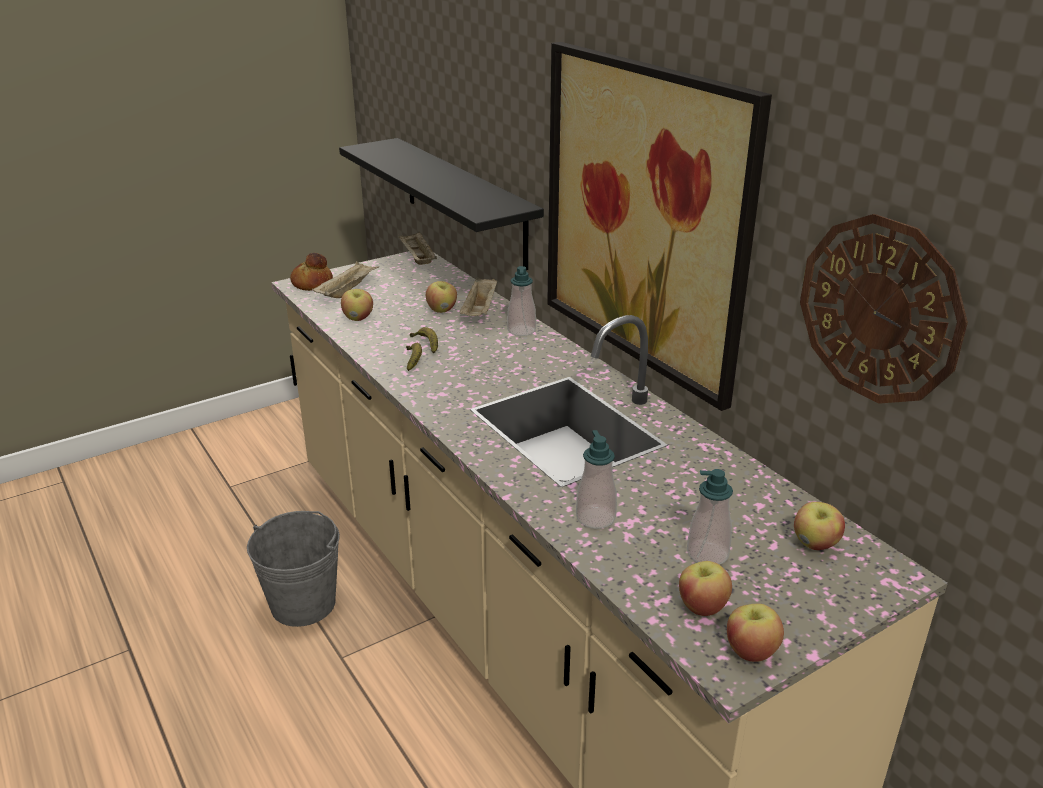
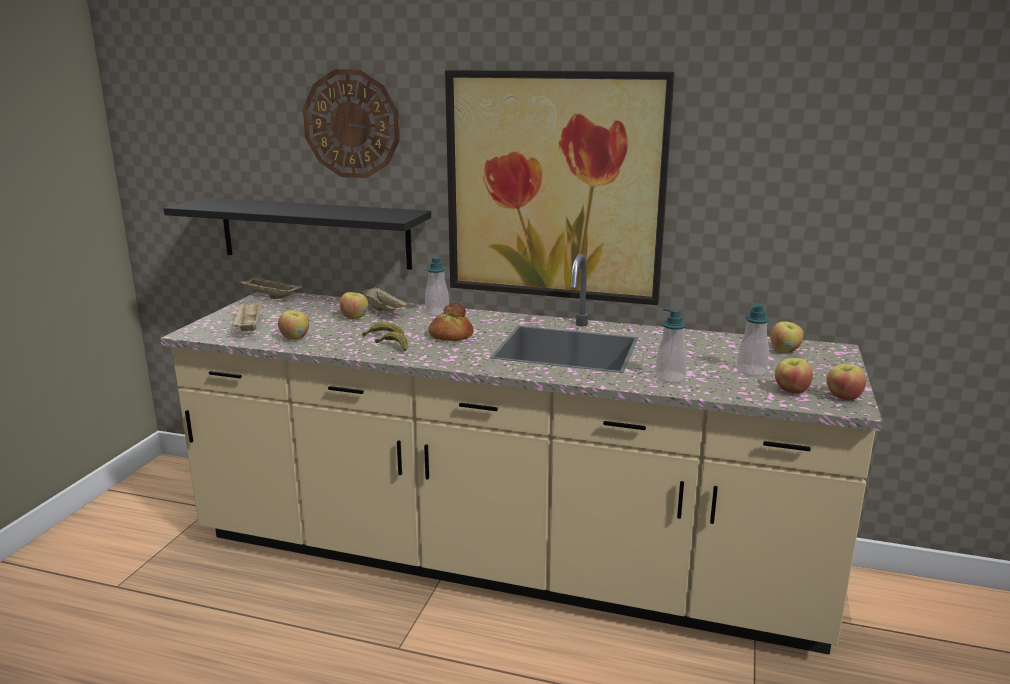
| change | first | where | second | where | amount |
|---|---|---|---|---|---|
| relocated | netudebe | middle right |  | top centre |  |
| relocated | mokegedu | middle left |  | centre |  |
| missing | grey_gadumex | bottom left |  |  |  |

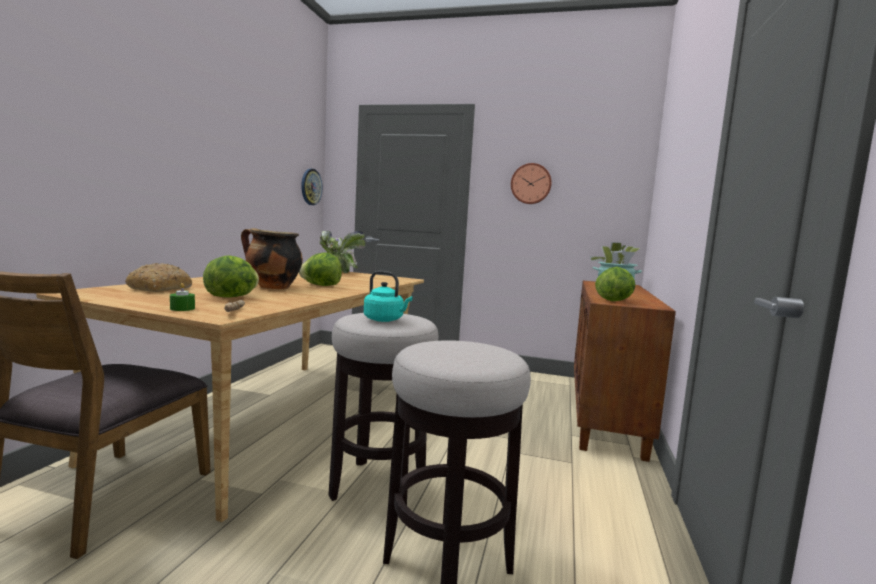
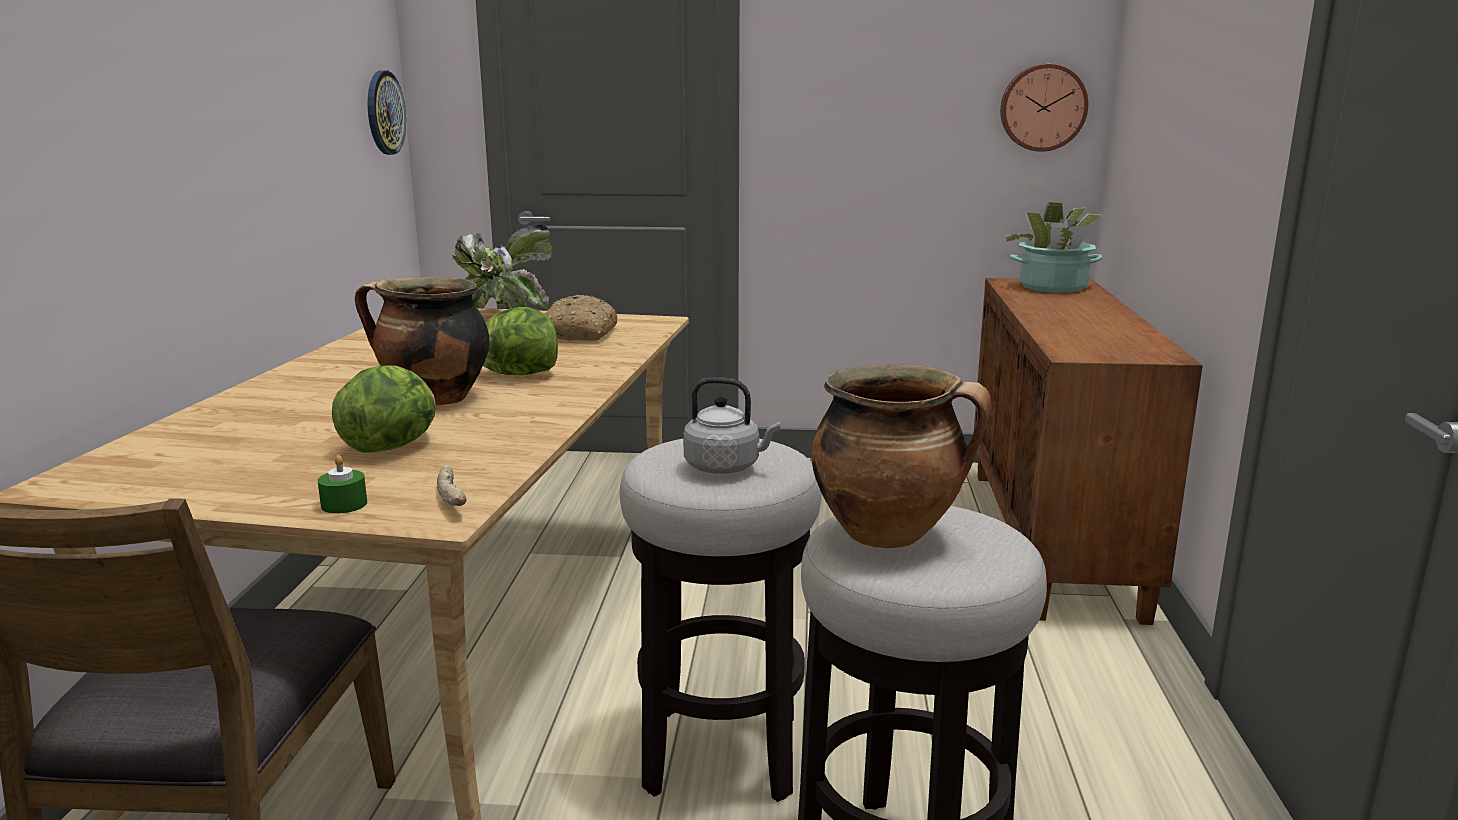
| change | first | where | second | where | amount |
|---|---|---|---|---|---|
| relocated | mokegedu (no. 1 from left in the first image) | middle left | mokegedu (no. 2 from left) | centre |  |
| colour | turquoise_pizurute | centre | grey_pizurute | centre |  |
| appeared |  |  | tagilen (no. 2 from left) | centre |  |
| relocated | netudebe (no. 2 from left) | top centre |  | top right |  |
| missing | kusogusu (no. 3 from left) | middle right |  |  |  |

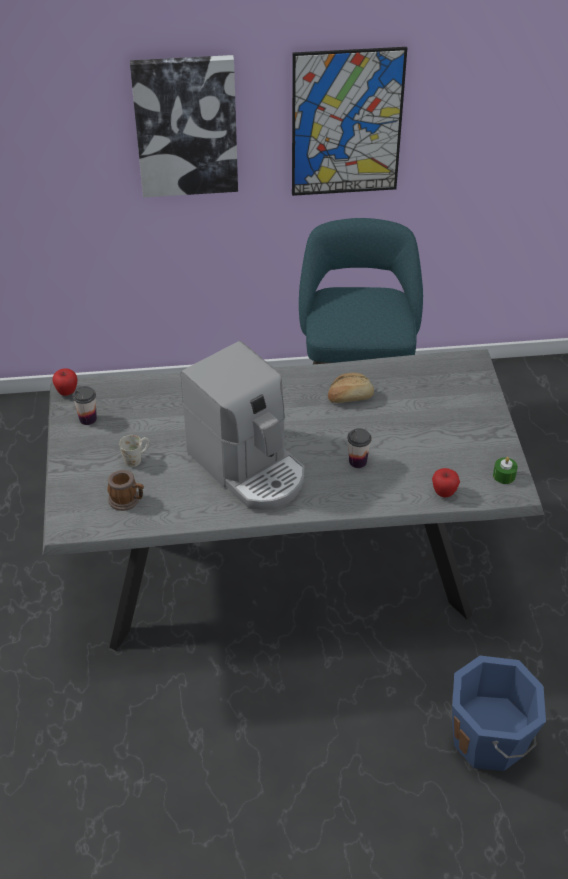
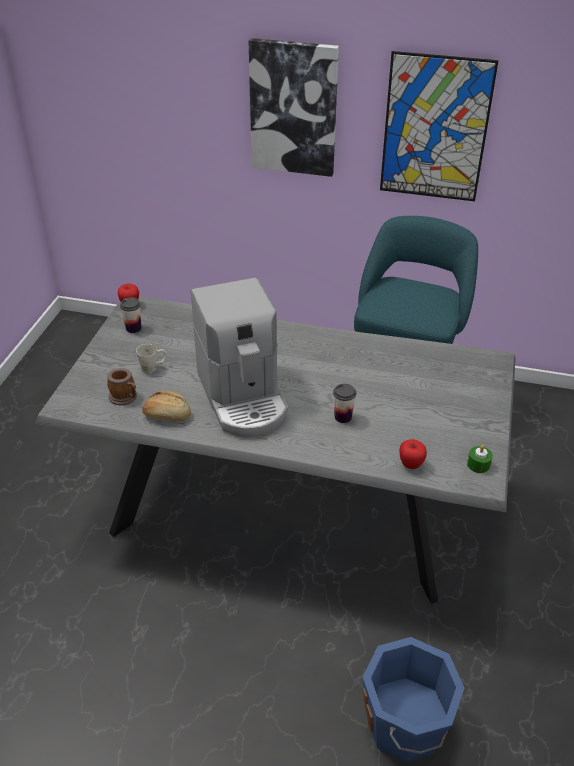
| change | first | where | second | where | amount |
|---|---|---|---|---|---|
| relocated | mokegedu | centre |  | middle left |  |

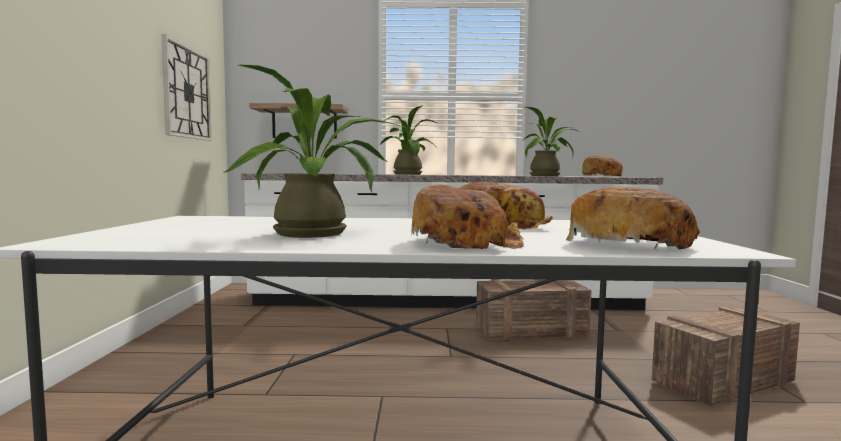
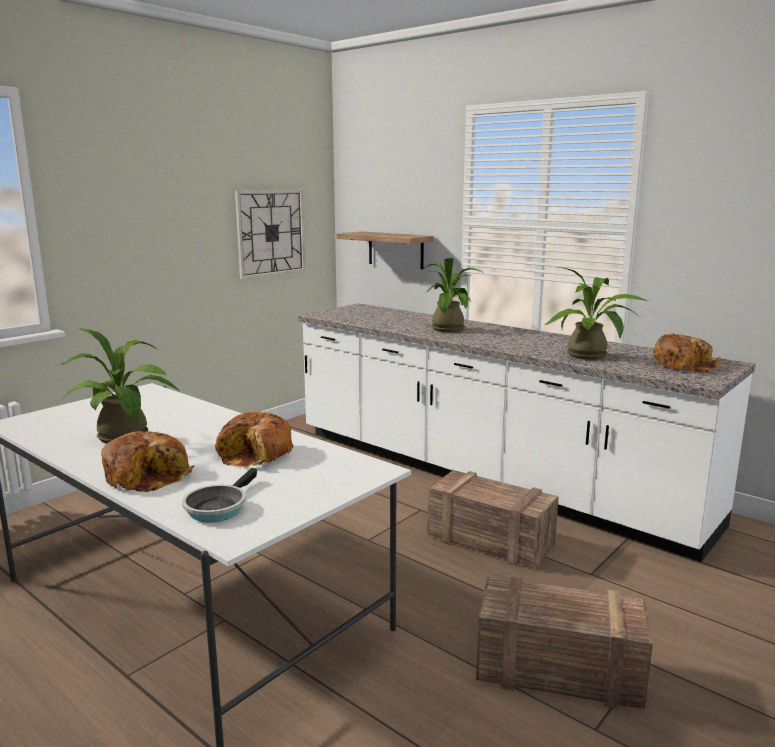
| change | first | where | second | where | amount |
|---|---|---|---|---|---|
| exchanged | mokegedu (no. 4 from left) | middle right | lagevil | middle left |  |

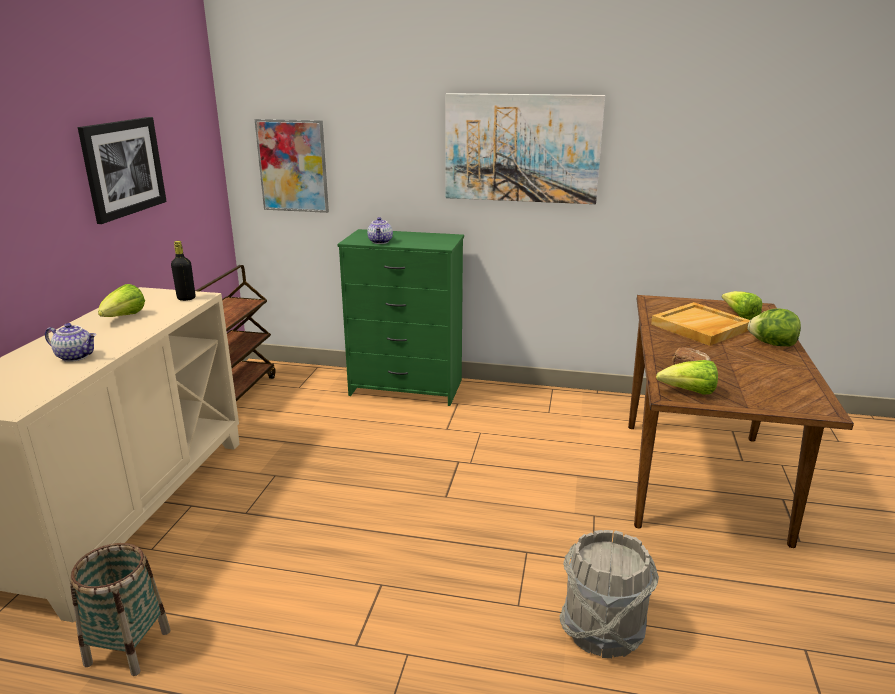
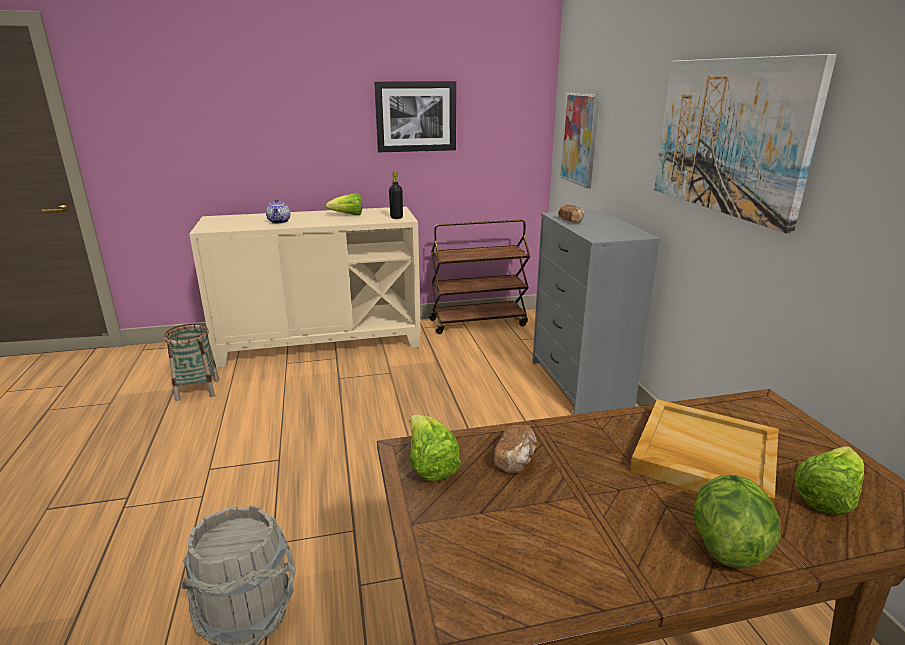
| change | first | where | second | where | amount |
|---|---|---|---|---|---|
| colour | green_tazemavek | centre | grey_tazemavek | centre |  |
| exchanged | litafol (no. 2 from left) | top centre | mokegedu (no. 2 from left) | top centre |  |

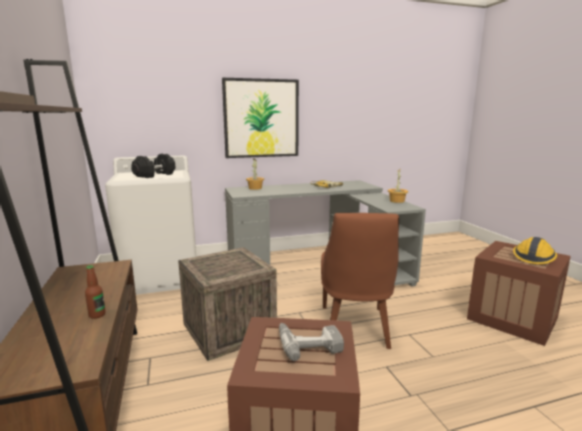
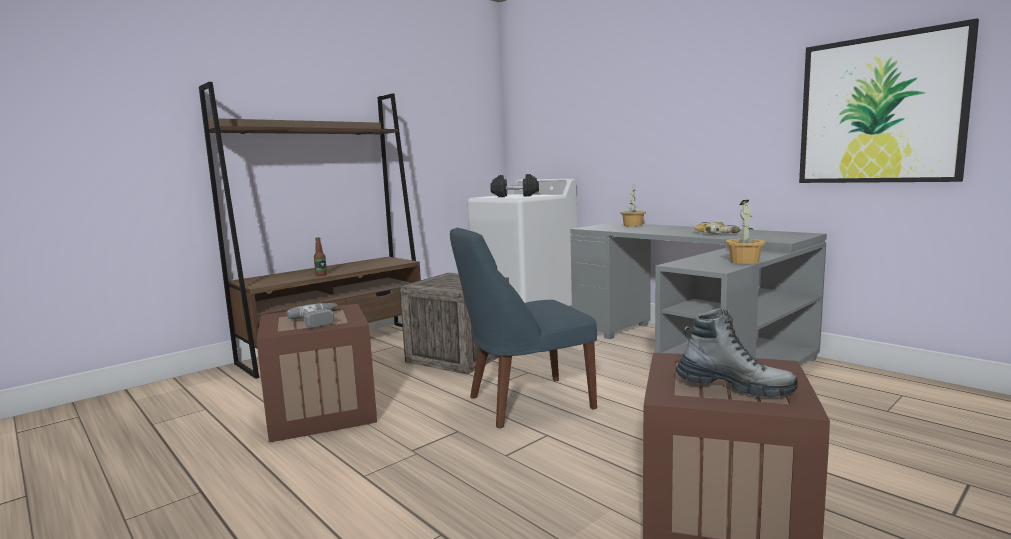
| change | first | where | second | where | amount |
|---|---|---|---|---|---|
| colour | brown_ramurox | centre | blue_ramurox | centre |  |
| exchanged | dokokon | middle right | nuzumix | middle right |  |
| relocated | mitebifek | top centre |  | top right |  |

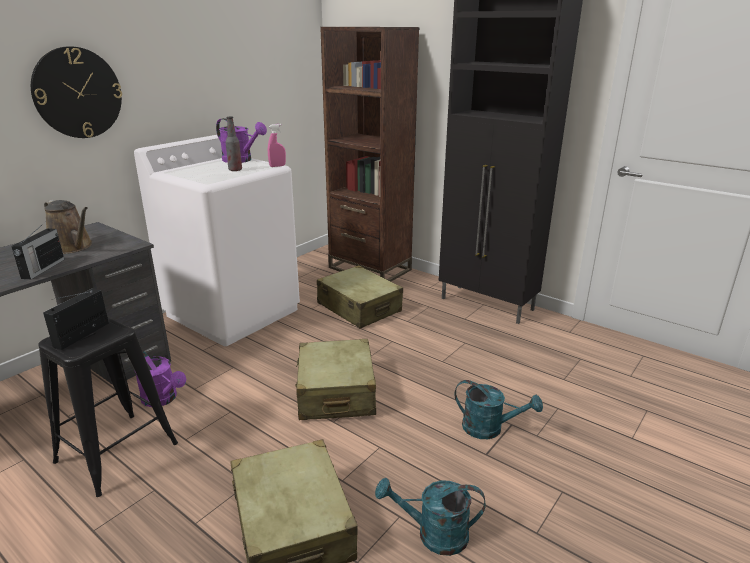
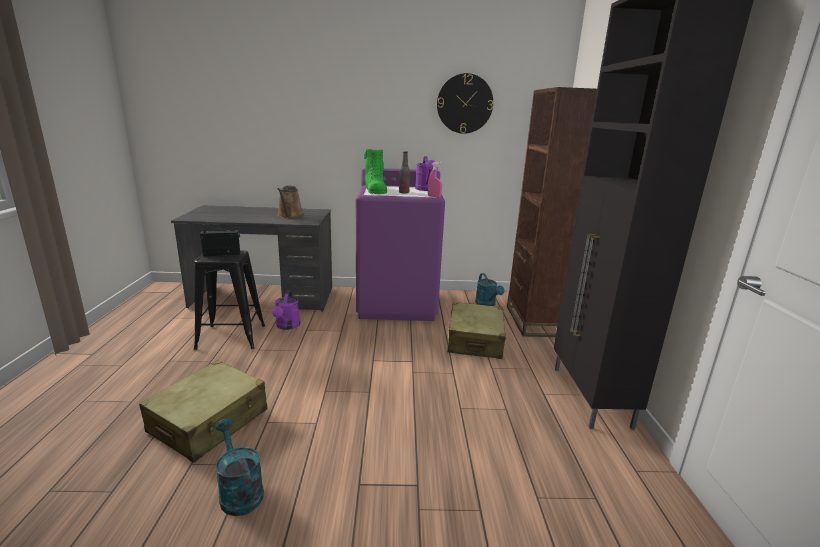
| change | first | where | second | where | amount |
|---|---|---|---|---|---|
| colour | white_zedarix | middle left | purple_zedarix | centre |  |
| appeared |  |  | green_nuzumix | top centre |  |
| relocated | netudebe | top left |  | top centre |  |
| relocated | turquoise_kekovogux (no. 2 from left) | bottom centre |  | centre |  |
| missing | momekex (no. 1 from left) | middle left |  |  |  |
| missing | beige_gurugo (no. 2 from left) | bottom centre |  |  |  |

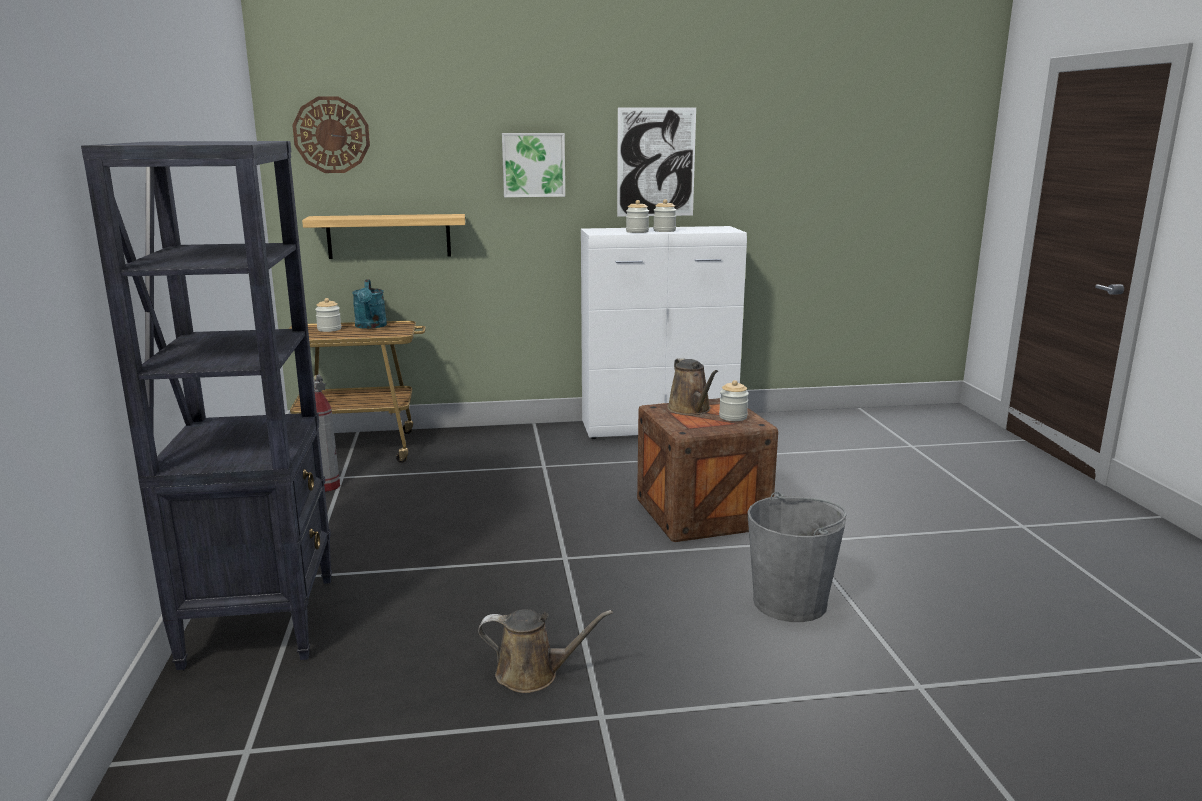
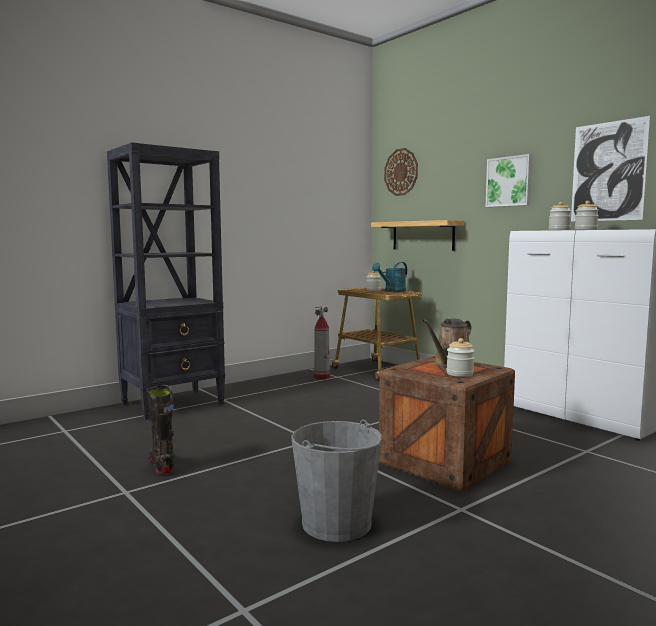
| change | first | where | second | where | amount |
|---|---|---|---|---|---|
| exchanged | brown_kekovogux (no. 1 from left) | bottom centre | black_nuzumix | bottom left |  |

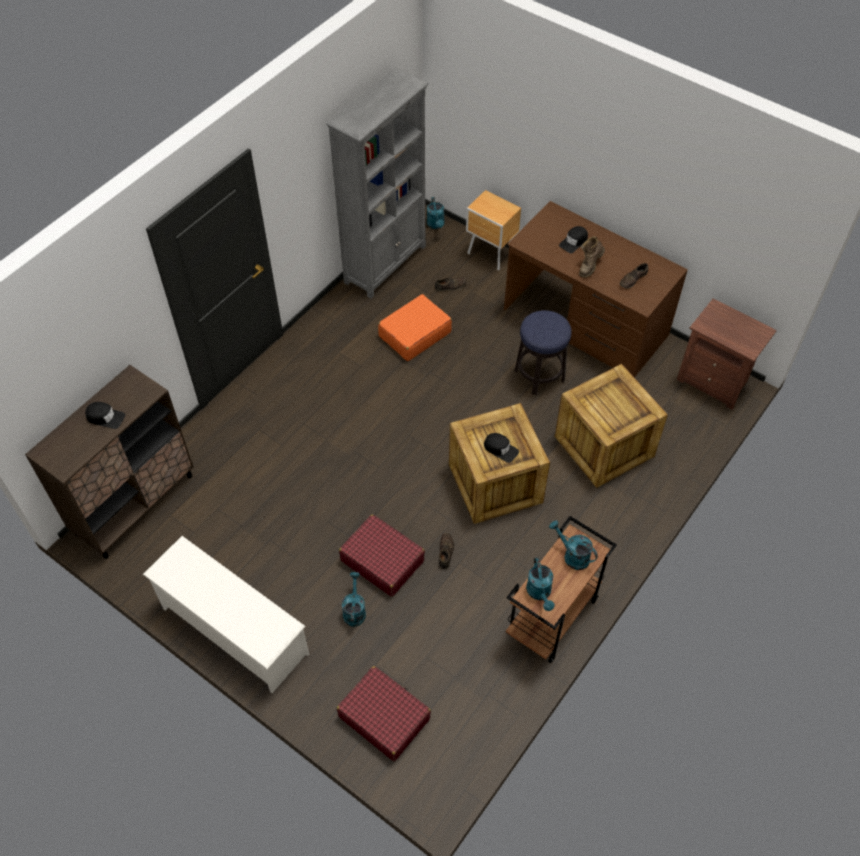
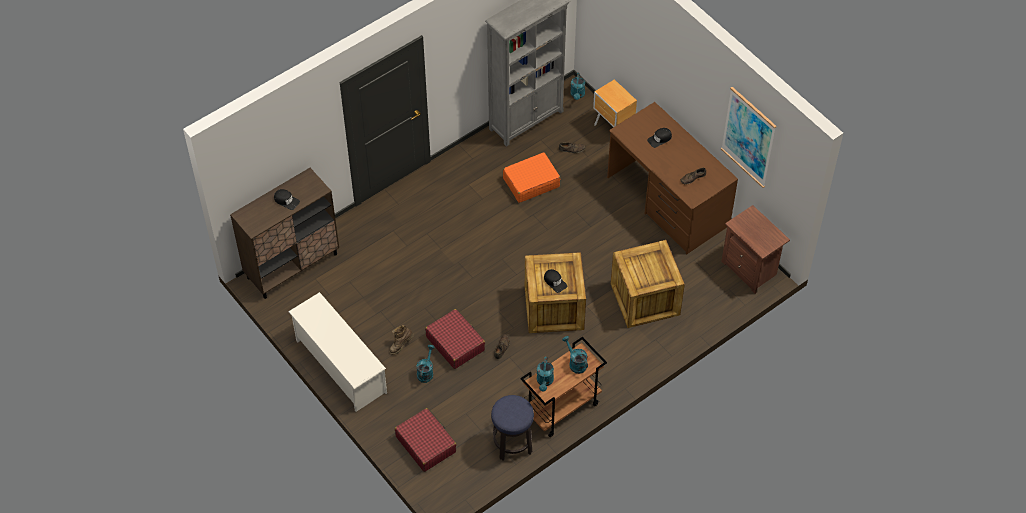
| change | first | where | second | where | amount |
|---|---|---|---|---|---|
| relocated | brown_nuzumix | top right |  | centre |  |
| relocated | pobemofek | centre |  | bottom centre |  |
| appeared |  |  | mitebifek | top right |  |

